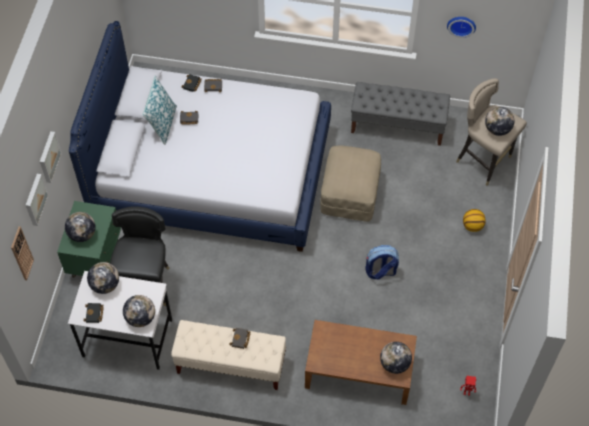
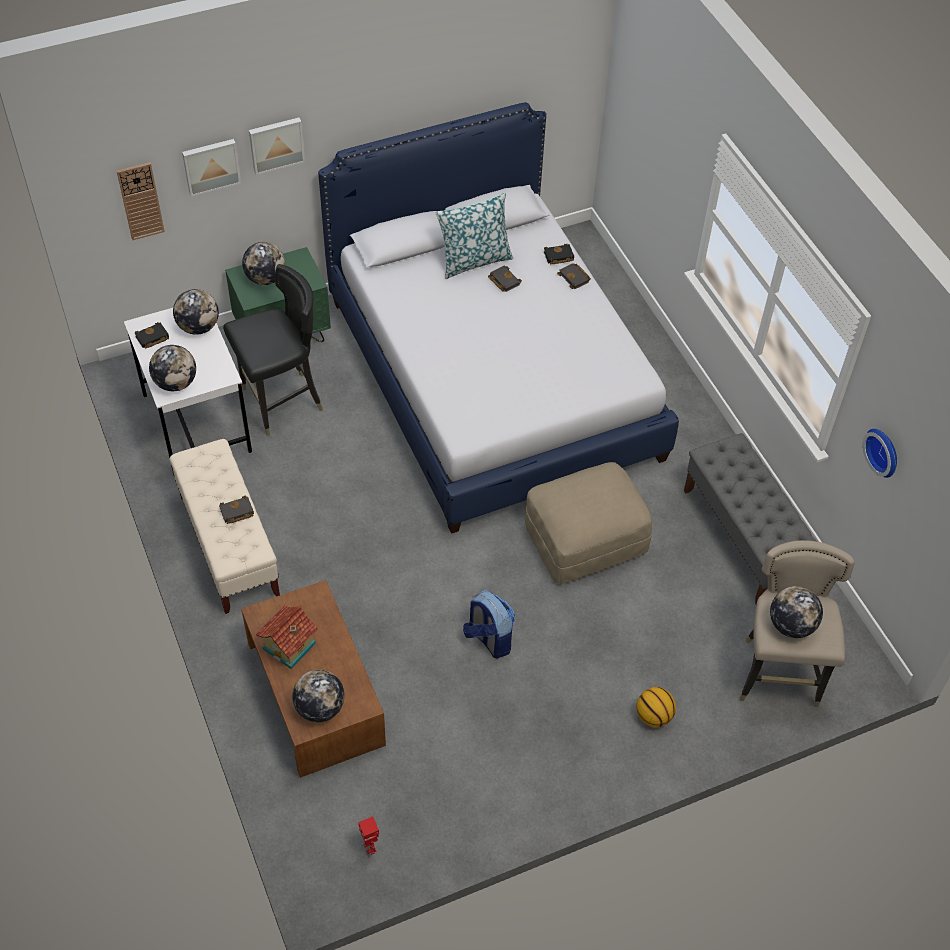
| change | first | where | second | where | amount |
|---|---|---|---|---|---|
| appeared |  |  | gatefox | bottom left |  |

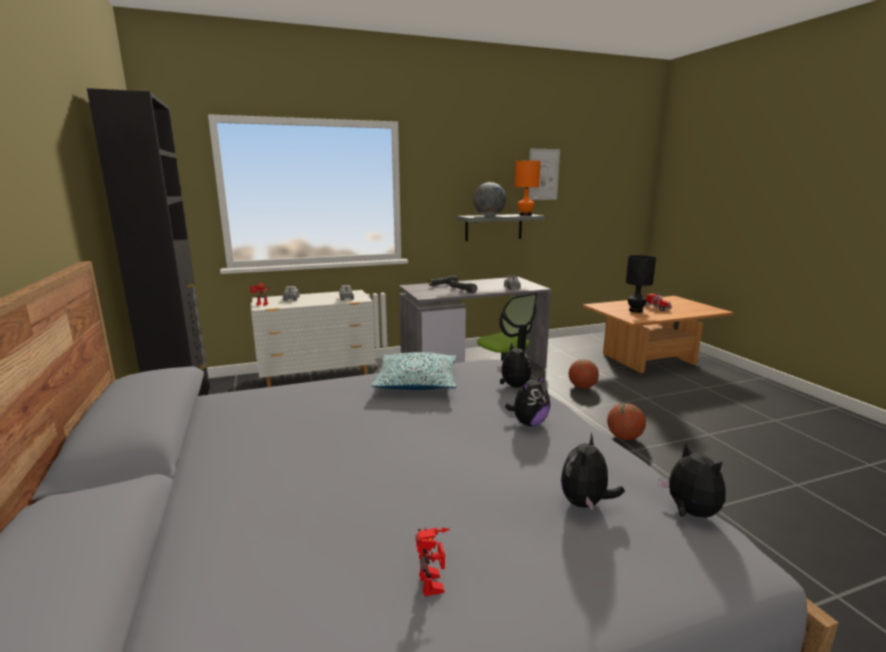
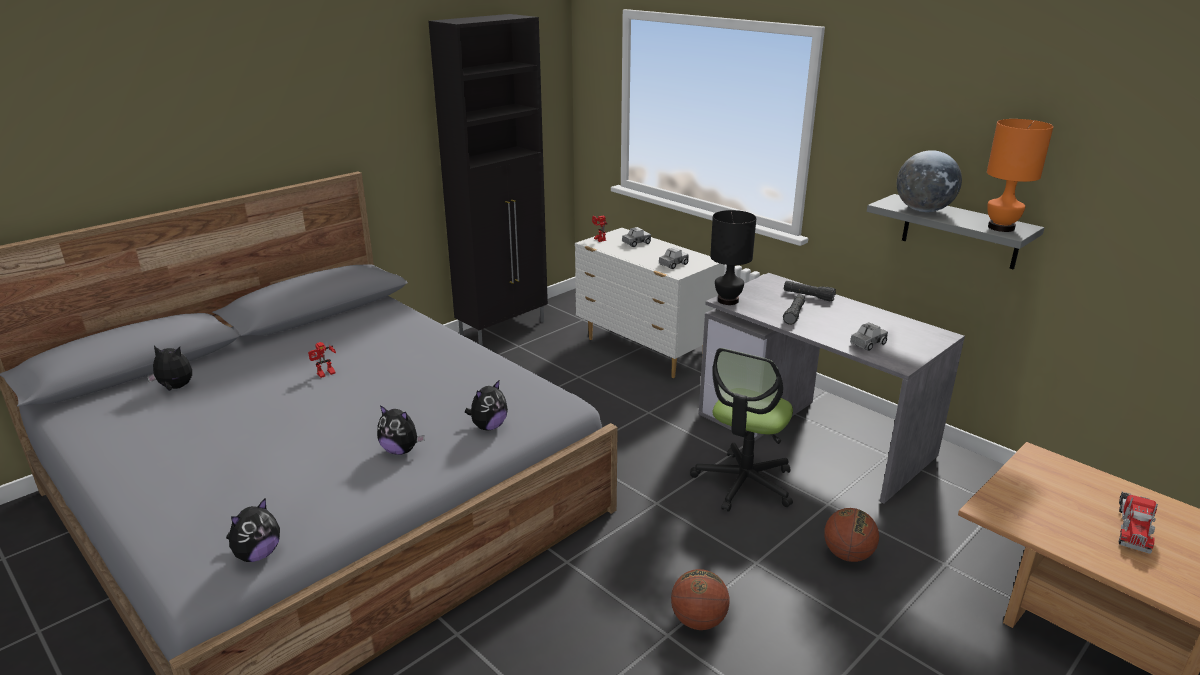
| change | first | where | second | where | amount |
|---|---|---|---|---|---|
| relocated | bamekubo (no. 3 from left in the first image) | bottom right | bamekubo (no. 1 from left) | middle left |  |
| relocated | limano (no. 2 from left in the first image) | bottom centre | limano (no. 1 from left) | middle left |  |
| relocated | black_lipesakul | middle right |  | centre |  |
| missing | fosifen | centre |  |  |  |
| missing | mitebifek | top centre |  |  |  |

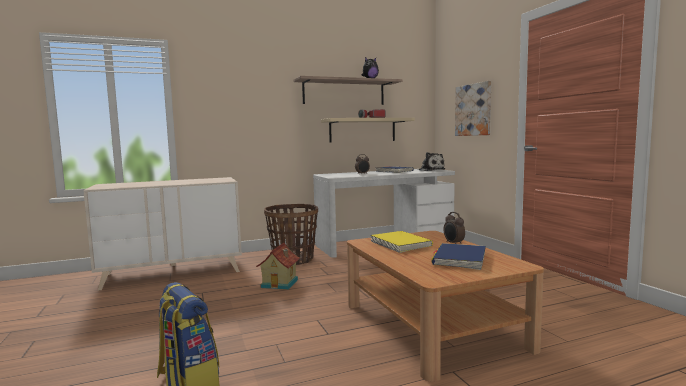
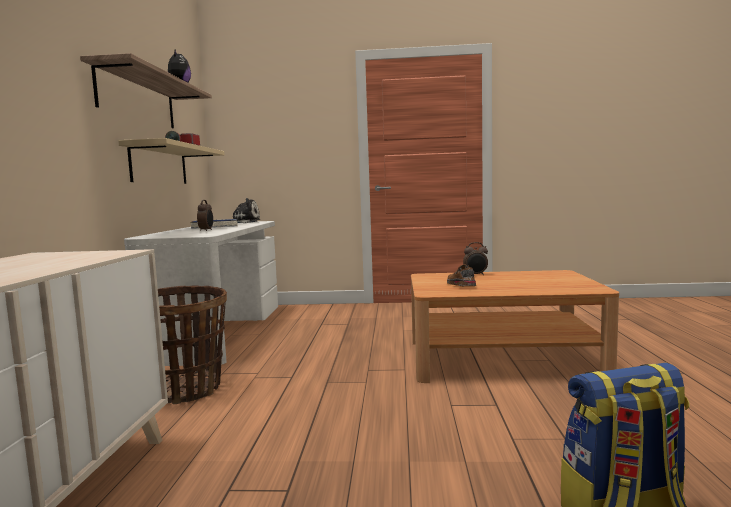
| change | first | where | second | where | amount |
|---|---|---|---|---|---|
| exchanged | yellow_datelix | centre | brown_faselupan | centre |  |
| missing | gatefox | bottom centre |  |  |  |
| missing | blue_datelix (no. 2 from left) | middle right |  |  |  |
| missing | mitebifek | top right |  |  |  |

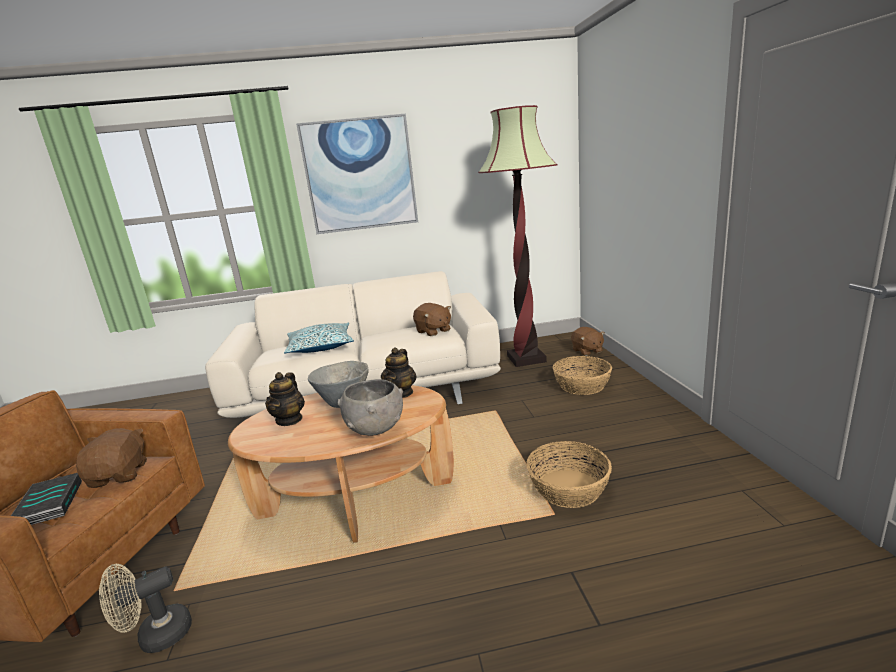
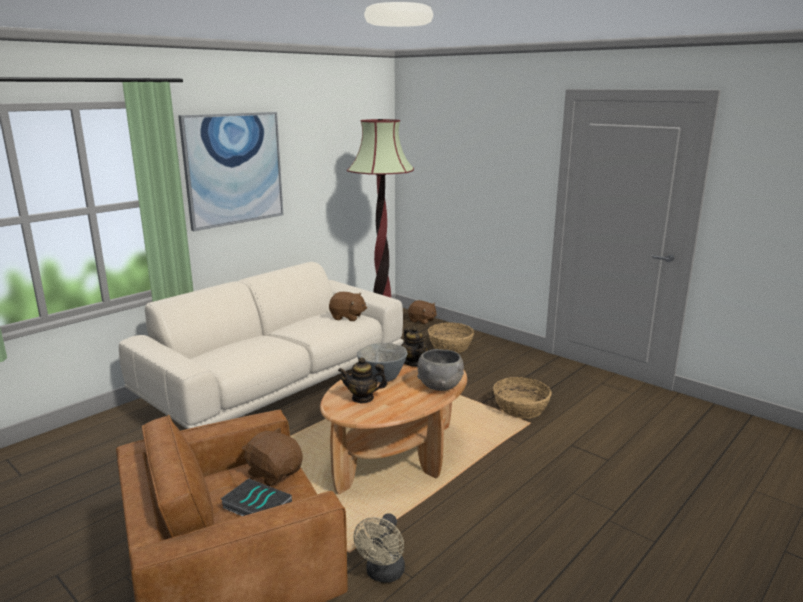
| change | first | where | second | where | amount |
|---|---|---|---|---|---|
| spun | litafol (no. 1 from left) | middle left |  | centre | 120 degrees clockwise |
| missing | fosifen | centre |  |  |  |

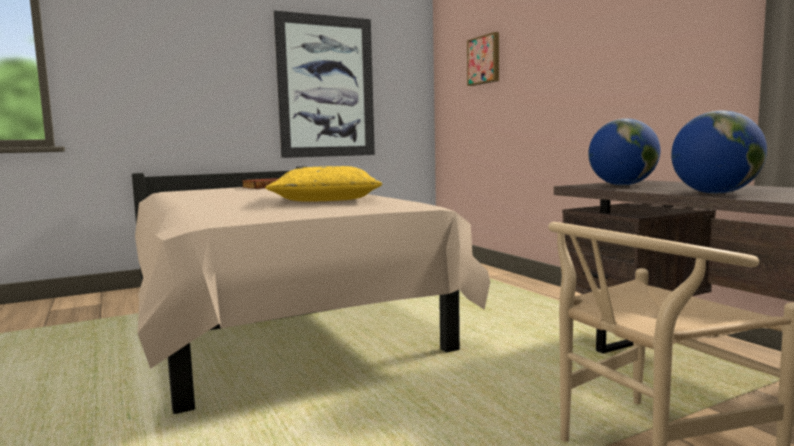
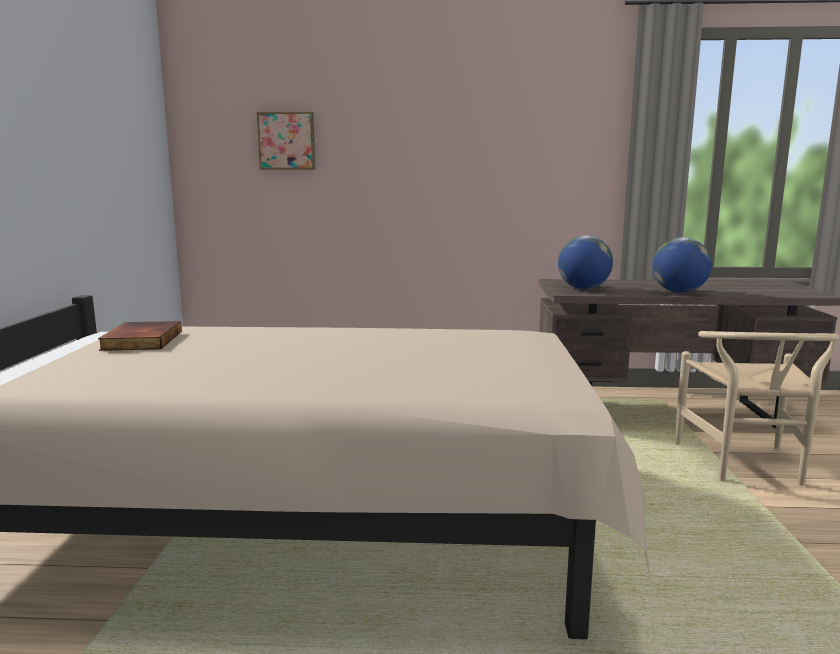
| change | first | where | second | where | amount |
|---|---|---|---|---|---|
| missing | yellow_fosifen | centre |  |  |  |
| missing | mitebifek (no. 1 from left) | top centre |  |  |  |

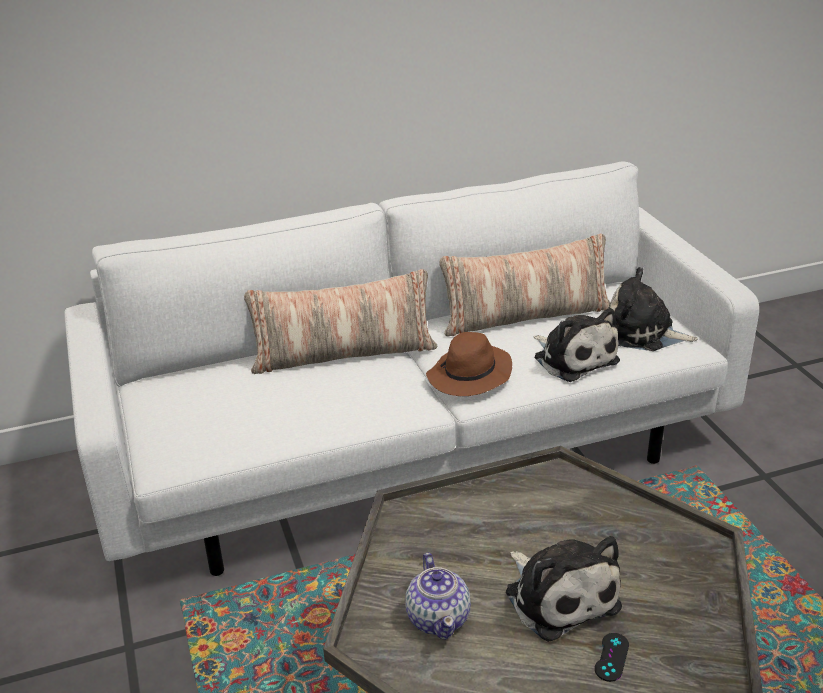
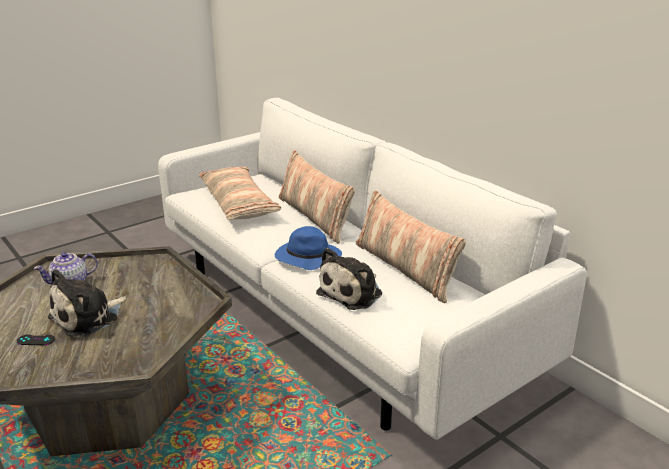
| change | first | where | second | where | amount |
|---|---|---|---|---|---|
| appeared |  |  | fosifen (no. 1 from left) | centre |  |
| colour | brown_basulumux | centre | blue_basulumux | centre |  |
| missing | bamekubo (no. 3 from left) | middle right |  |  |  |

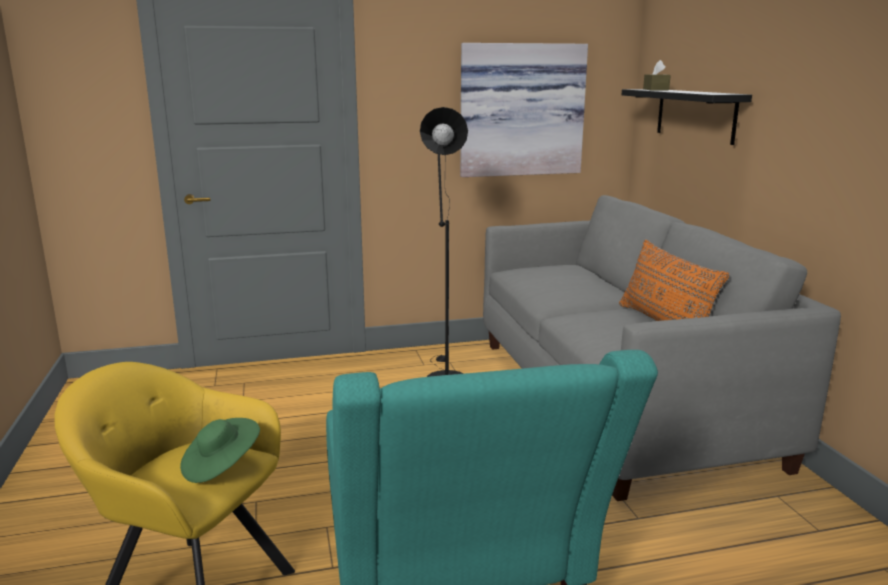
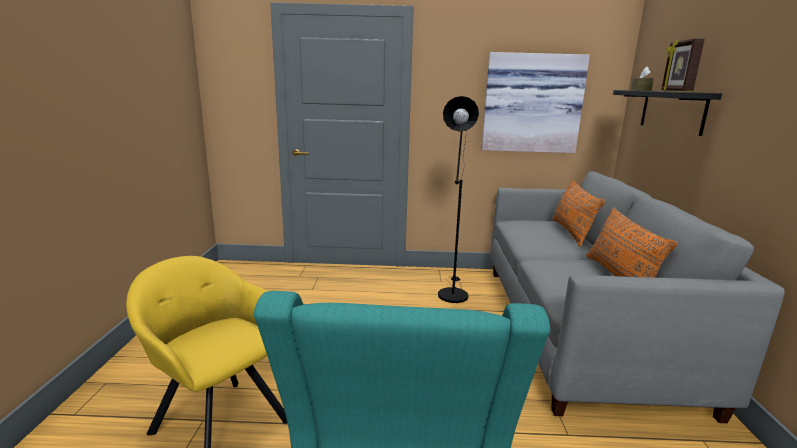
| change | first | where | second | where | amount |
|---|---|---|---|---|---|
| appeared |  |  | orange_fosifen (no. 1 from left) | middle right |  |
| appeared |  |  | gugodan | top right |  |
| missing | green_basulumux | bottom left |  |  |  |

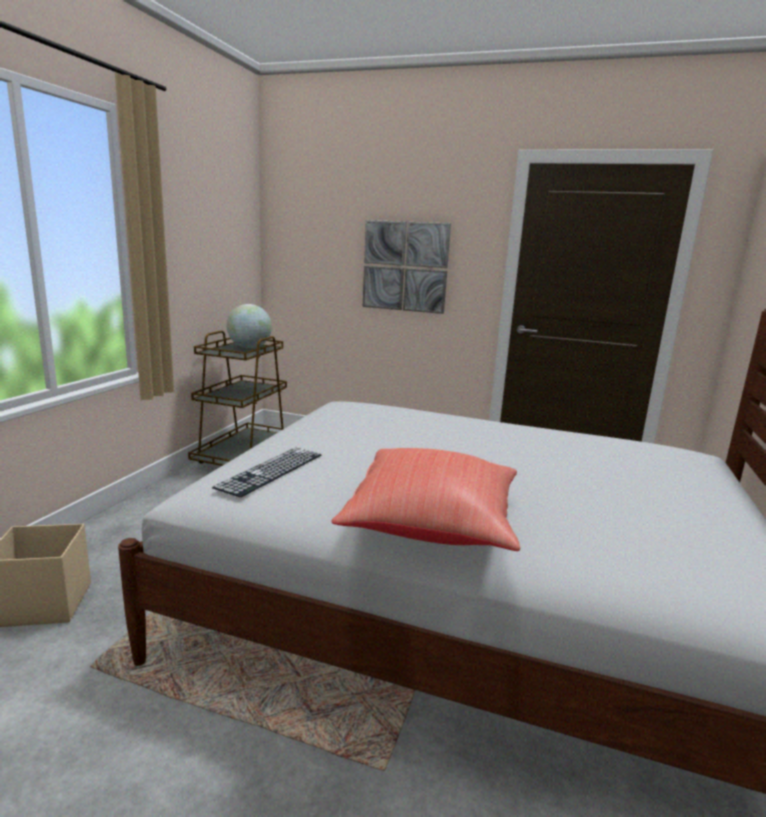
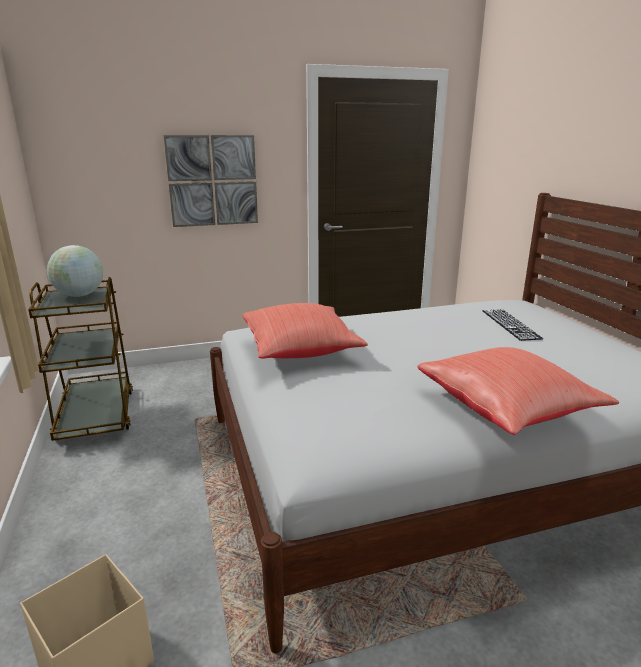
| change | first | where | second | where | amount |
|---|---|---|---|---|---|
| appeared |  |  | red_fosifen (no. 1 from left) | centre |  |
| relocated | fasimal | centre |  | middle right |  |

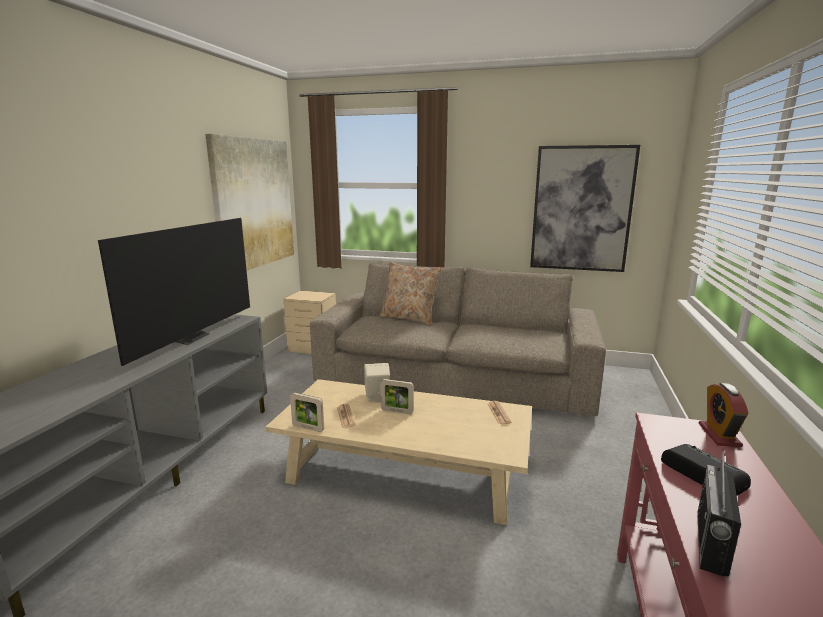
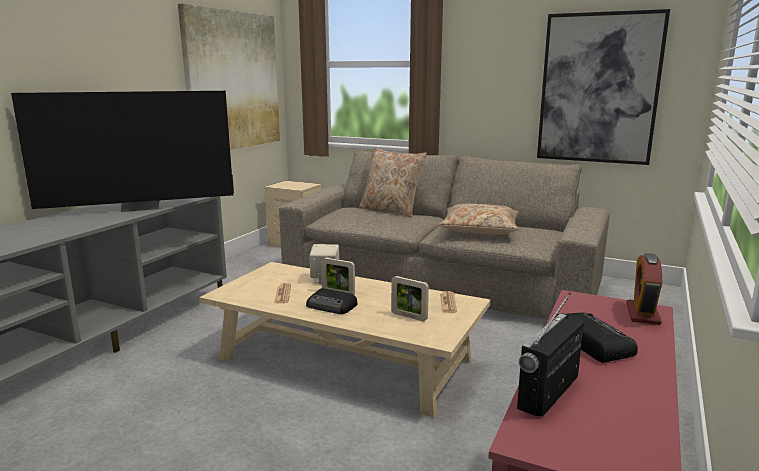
| change | first | where | second | where | amount |
|---|---|---|---|---|---|
| spun | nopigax | middle left |  | top left | 45 degrees clockwise |
| appeared |  |  | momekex (no. 1 from left) | centre |  |
| relocated | gugodan (no. 1 from left in the first image) | bottom centre | gugodan (no. 2 from left) | centre |  |
| appeared |  |  | beige_fosifen (no. 2 from left) | centre |  |

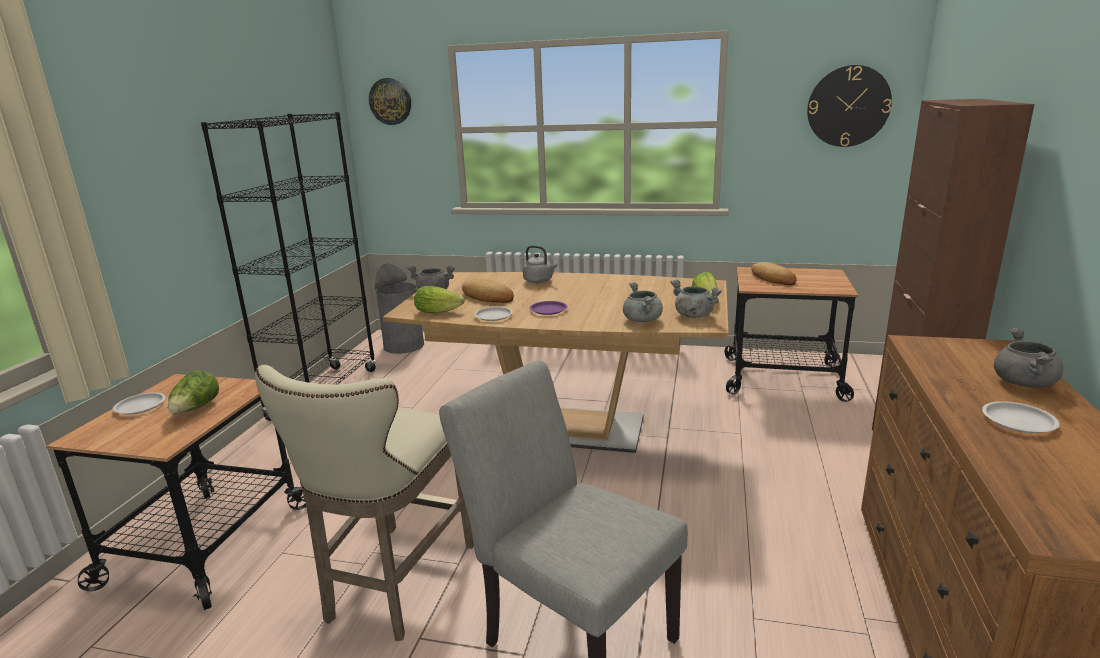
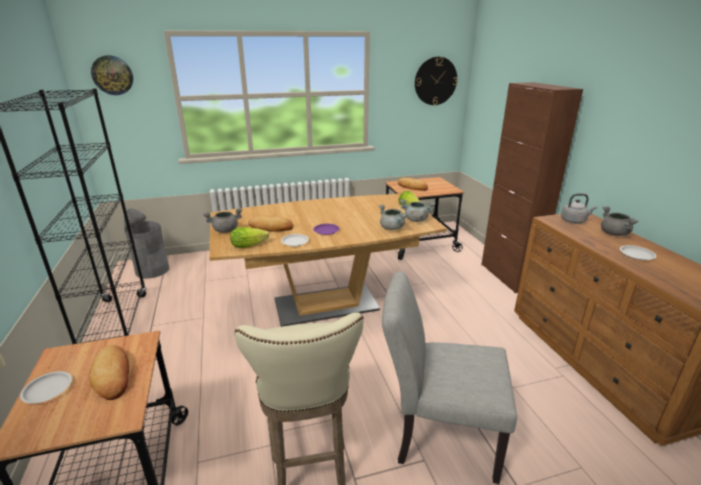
| change | first | where | second | where | amount |
|---|---|---|---|---|---|
| exchanged | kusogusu (no. 1 from left) | middle left | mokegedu (no. 1 from left) | bottom left |  |
| relocated | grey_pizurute | centre |  | middle right |  |

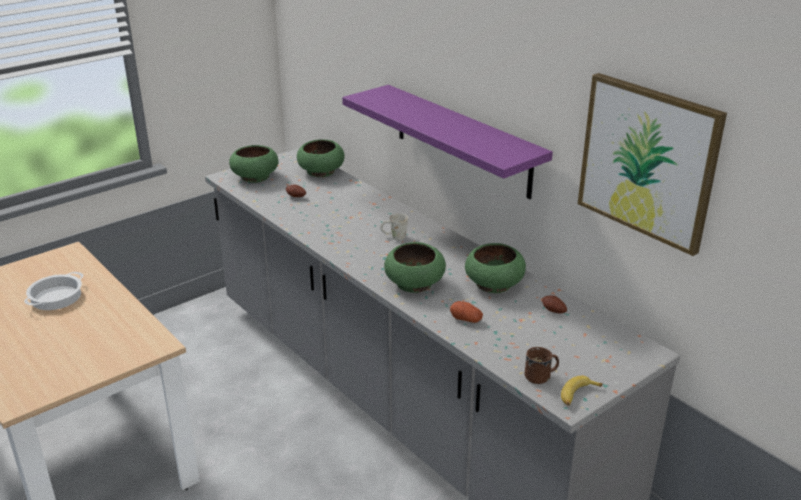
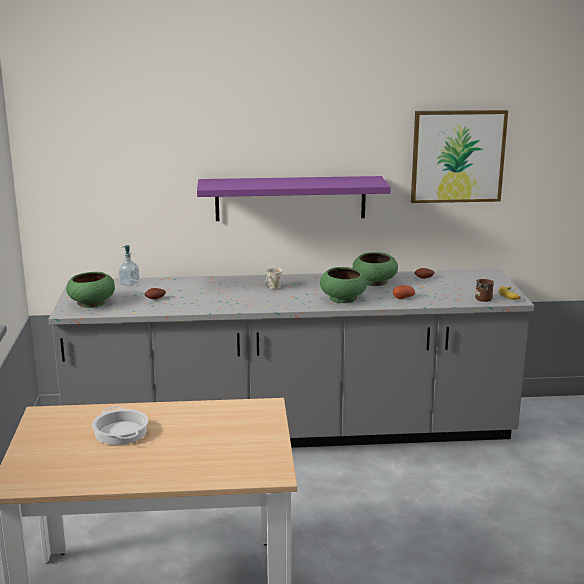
| change | first | where | second | where | amount |
|---|---|---|---|---|---|
| exchanged | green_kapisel (no. 2 from left) | top centre | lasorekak | middle left |  |

